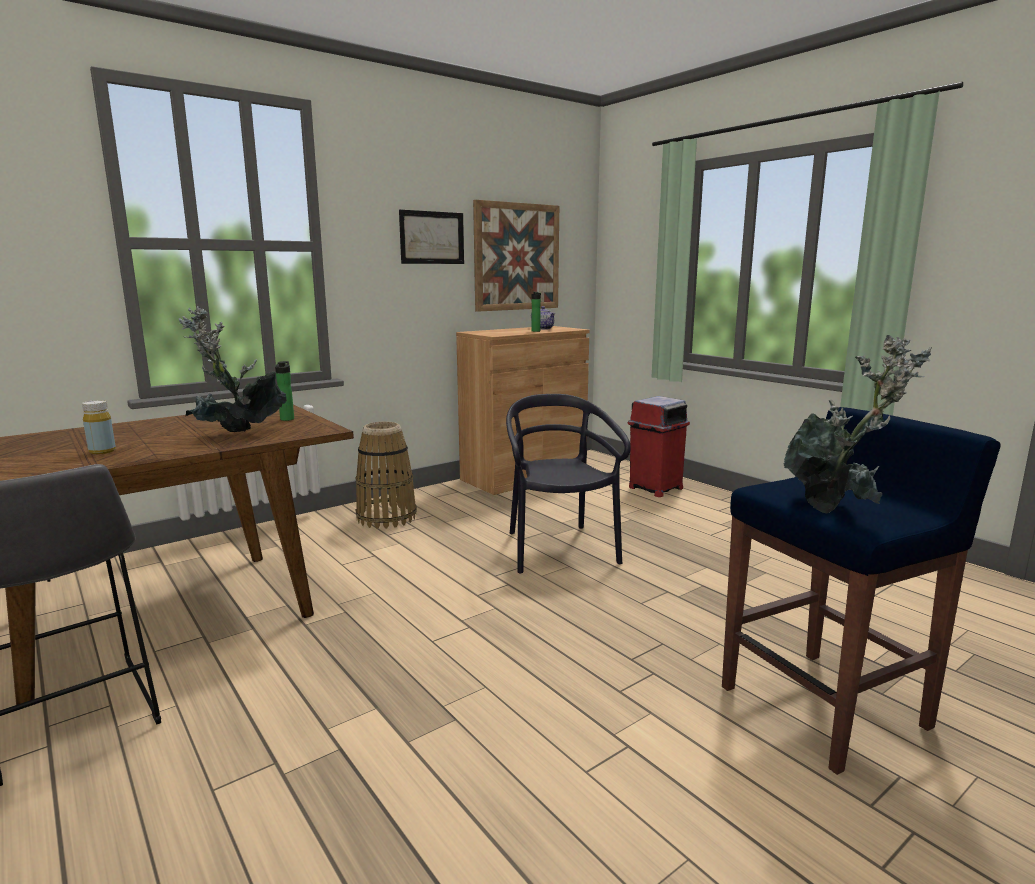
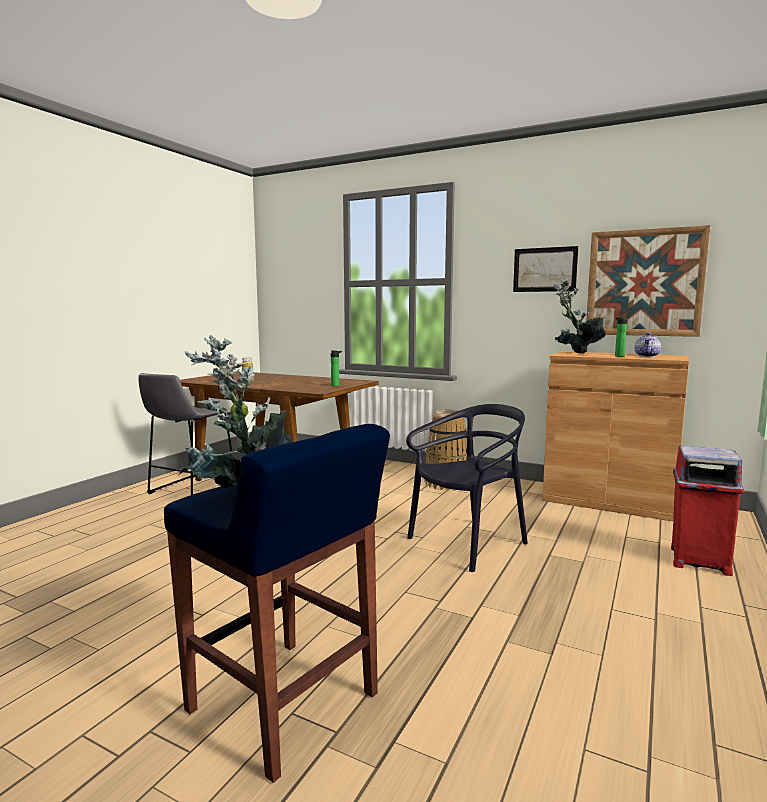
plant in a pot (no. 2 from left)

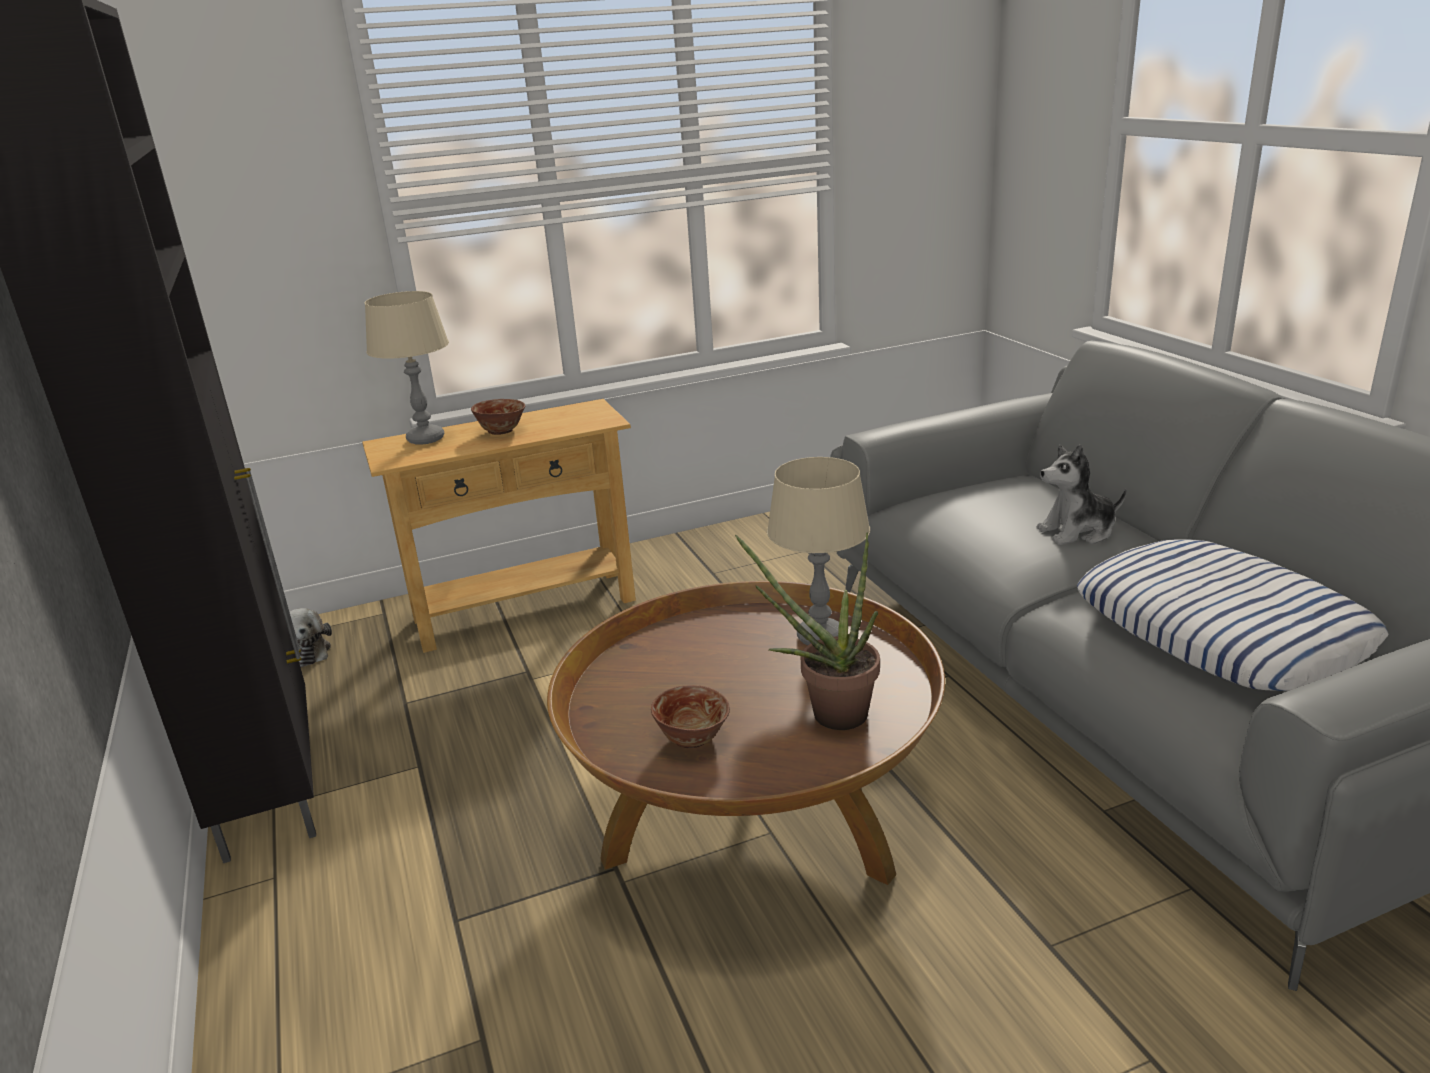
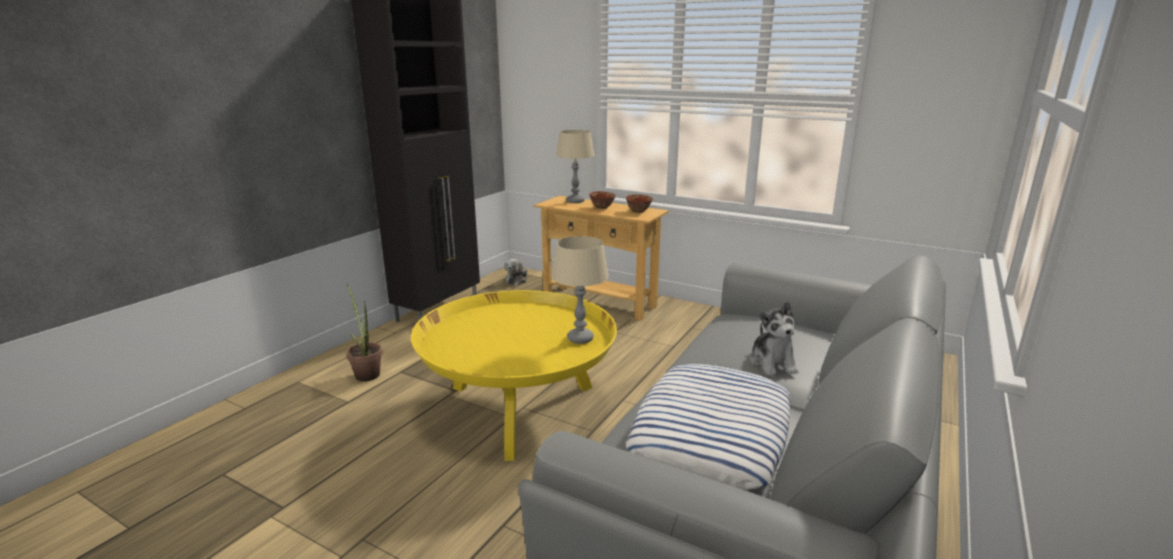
plant in a pot
yellow-coloured lounge table
serving bowl (no. 2 from left)
cuddly toy (no. 2 from left)

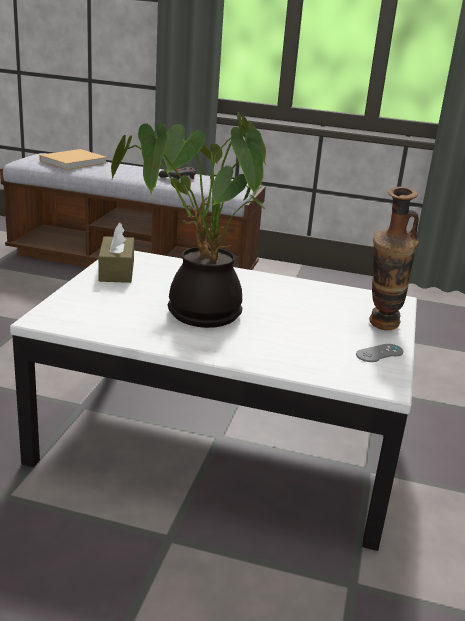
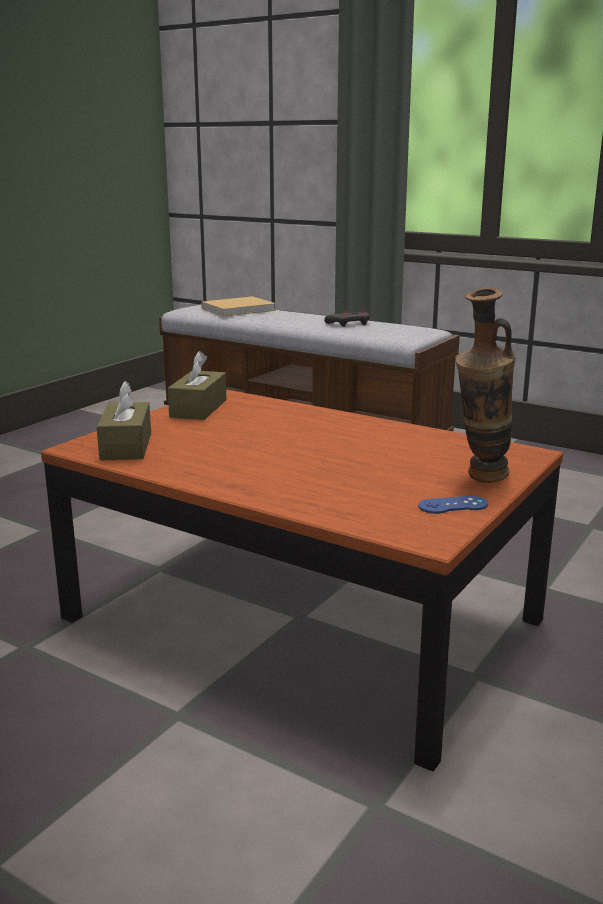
brownish lounge table
brownish tissue holder (no. 1 from left)
bluish game controller
plant in a pot

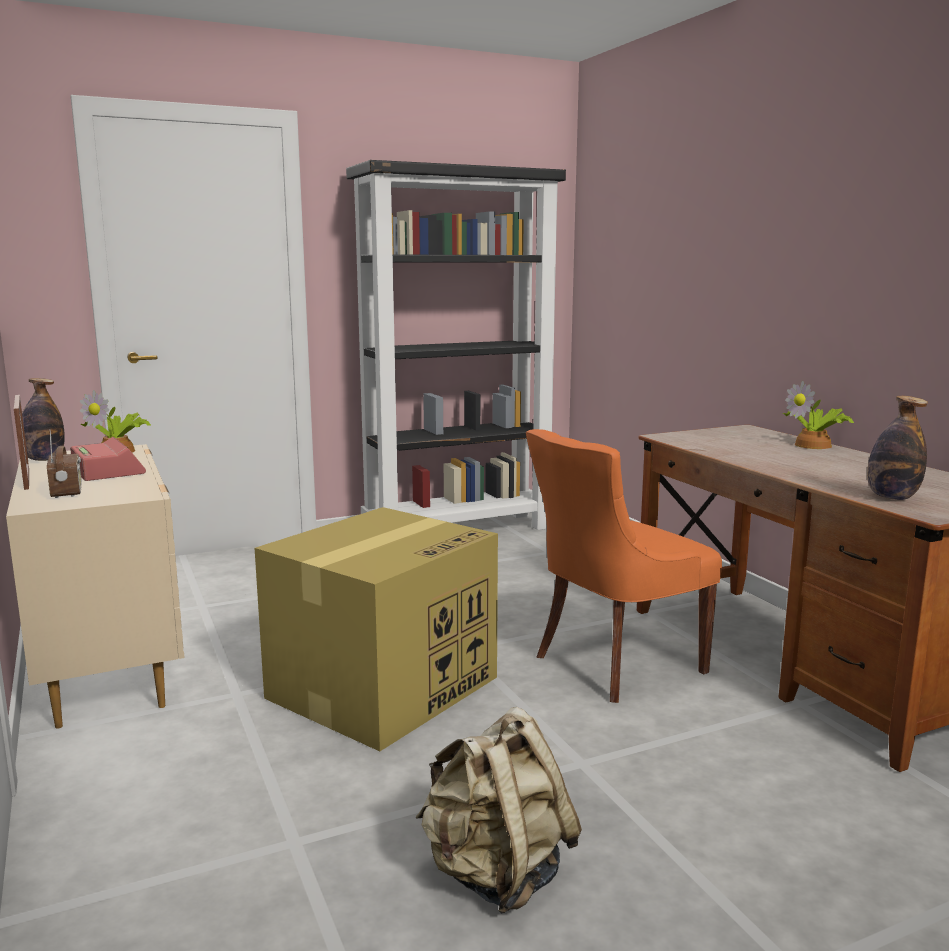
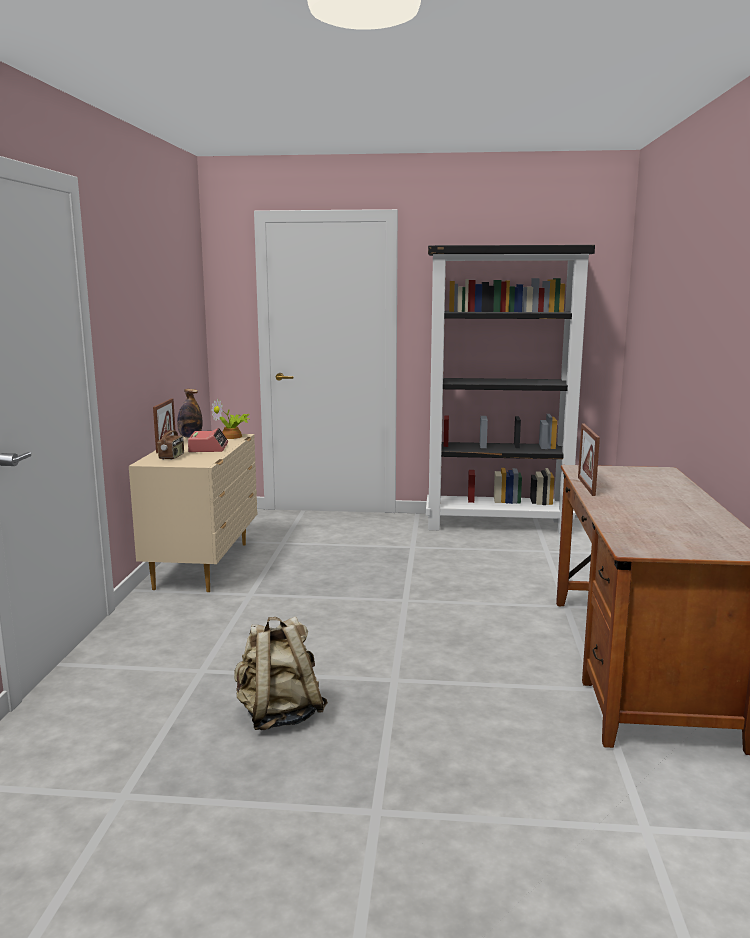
photo frame (no. 2 from left)
cardboard box
orangey chair
plant in a pot (no. 2 from left in the first image)
drink bottle (no. 2 from left in the first image)

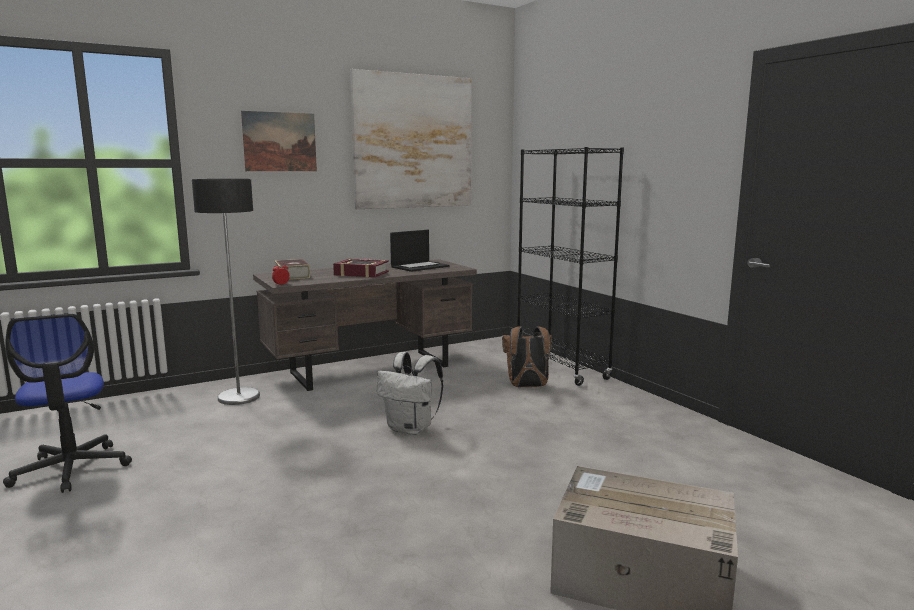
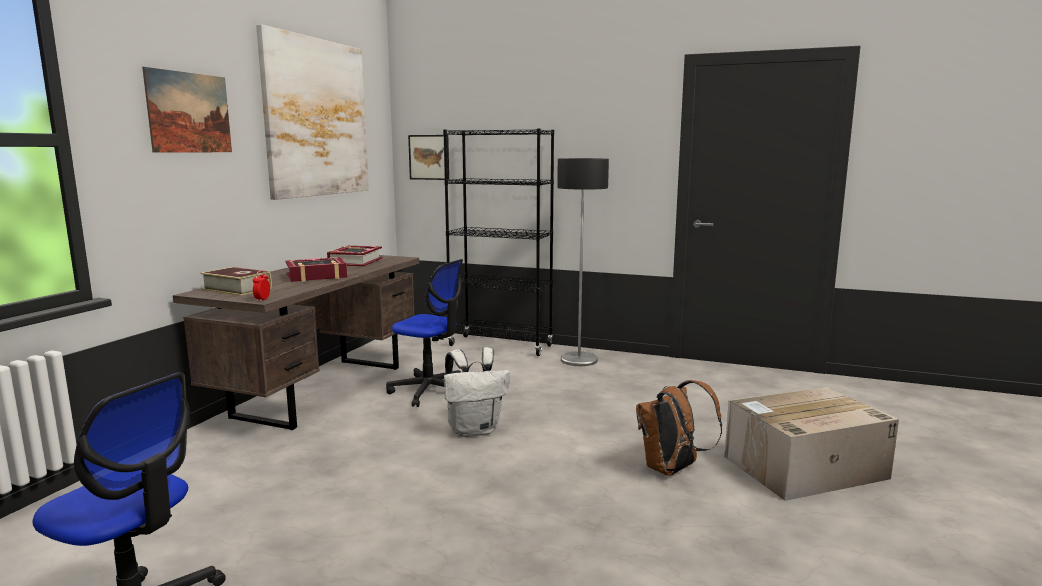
volume (no. 3 from left)
computer chair (no. 2 from left)
wall picture (no. 3 from left)
standing lamp
brownish backpack

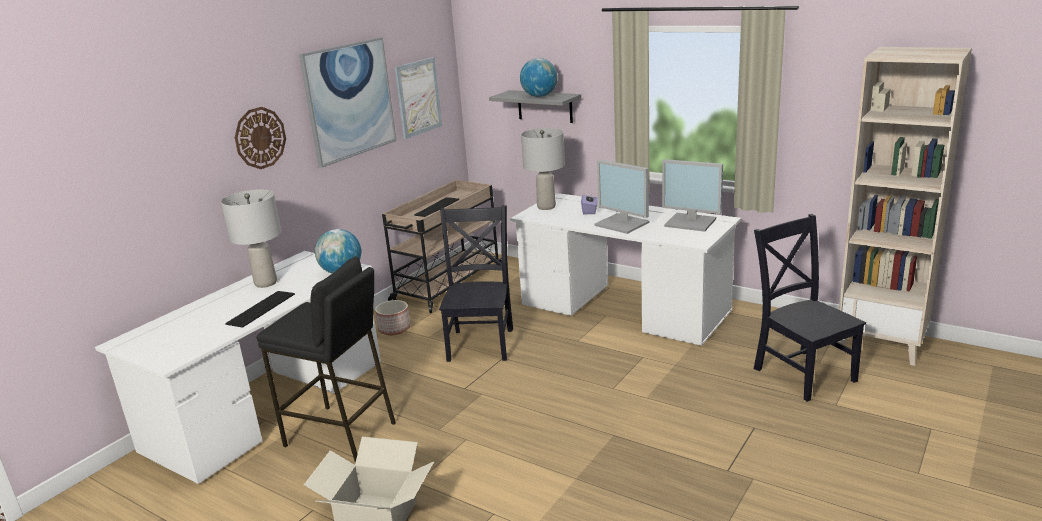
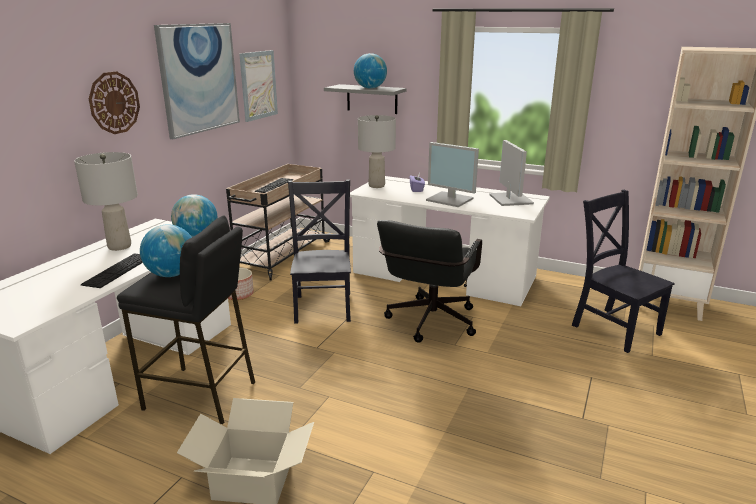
globe (no. 1 from left)
blackish computer chair
computer display (no. 2 from left)

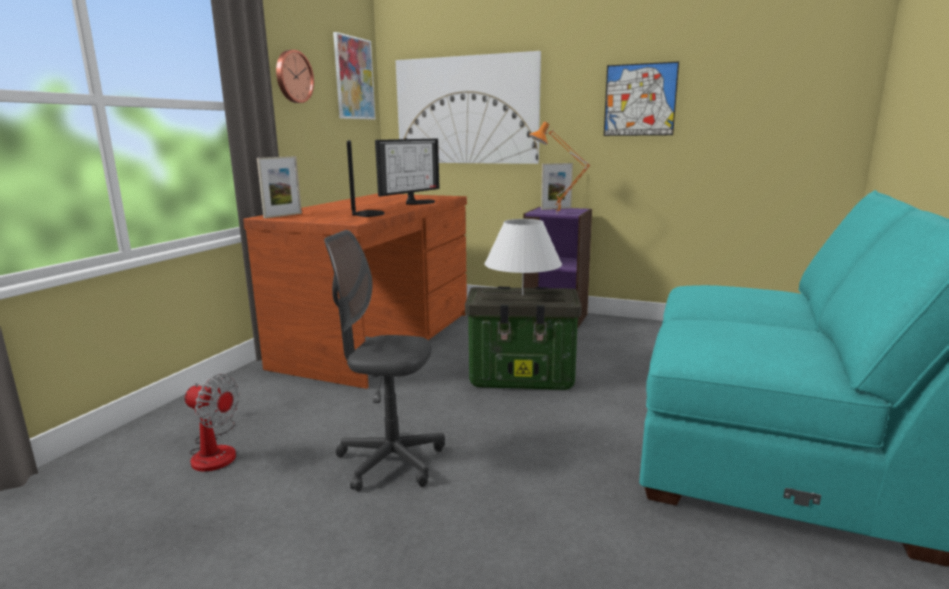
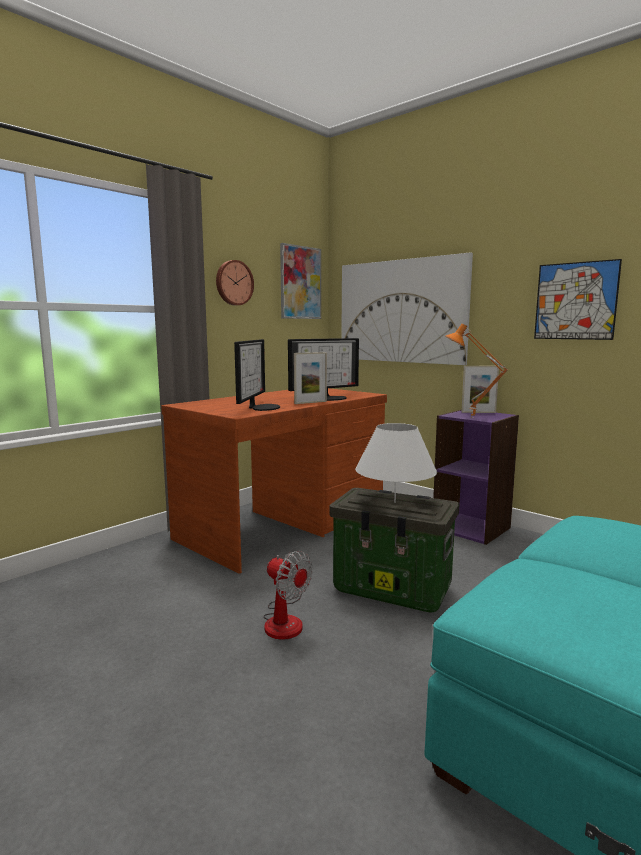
fan
photo frame (no. 1 from left)
grey computer chair

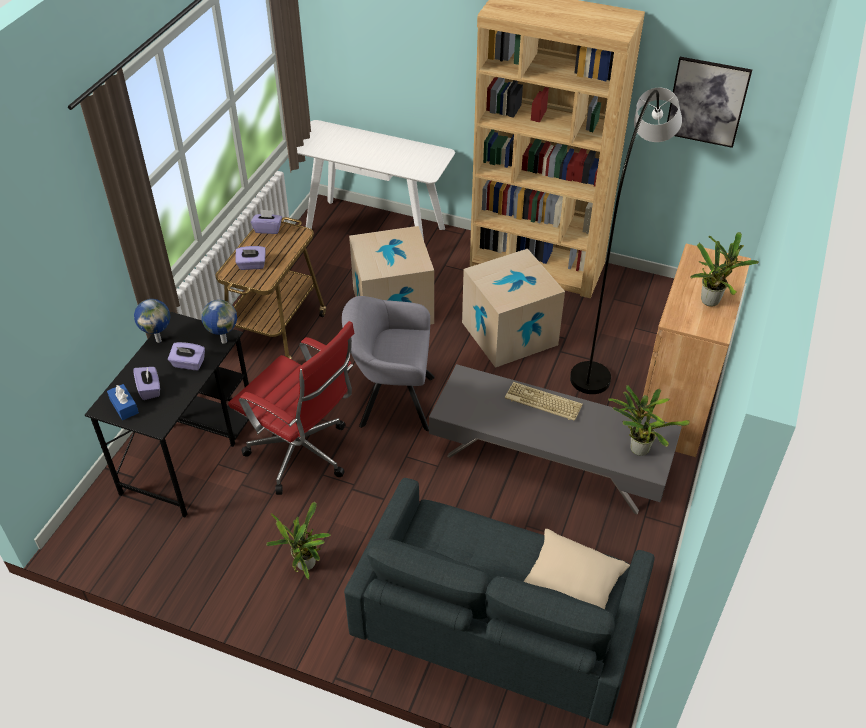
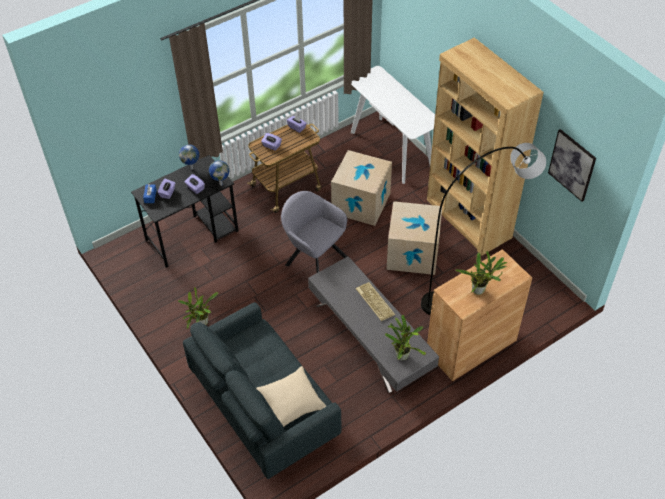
red computer chair

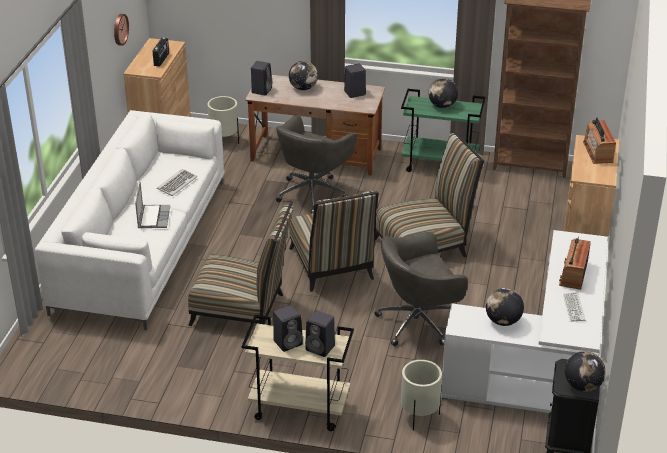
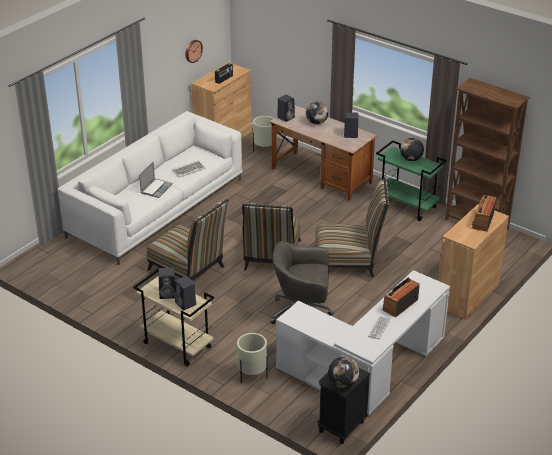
grey computer chair (no. 1 from left in the first image)
globe (no. 3 from left in the first image)

